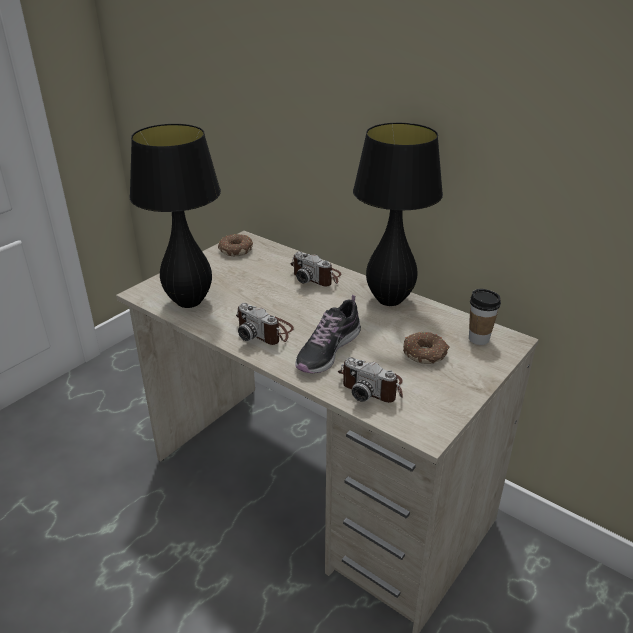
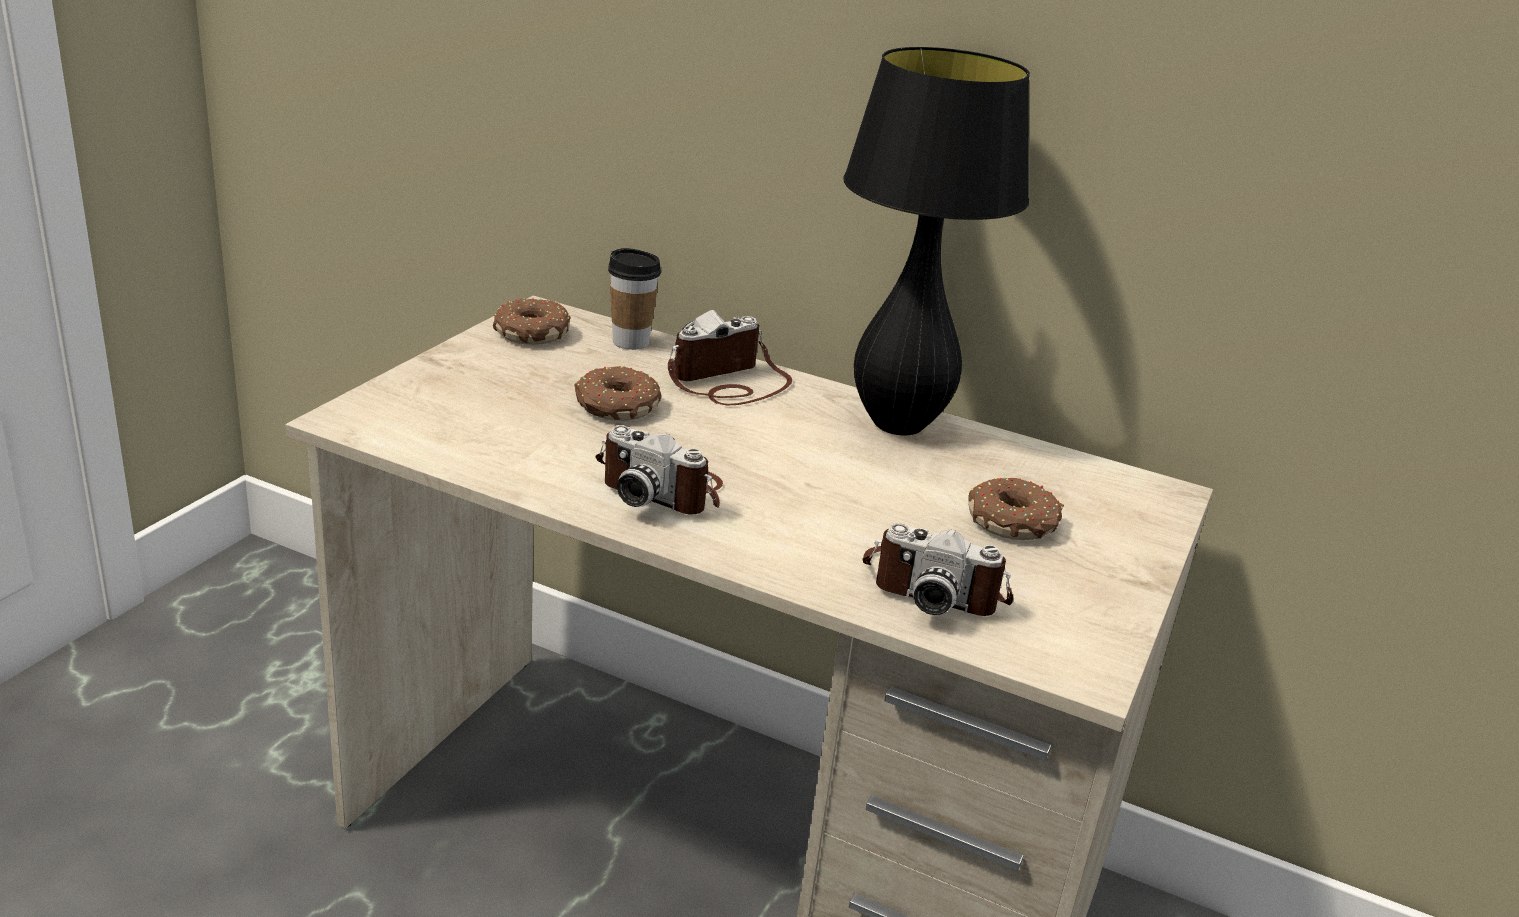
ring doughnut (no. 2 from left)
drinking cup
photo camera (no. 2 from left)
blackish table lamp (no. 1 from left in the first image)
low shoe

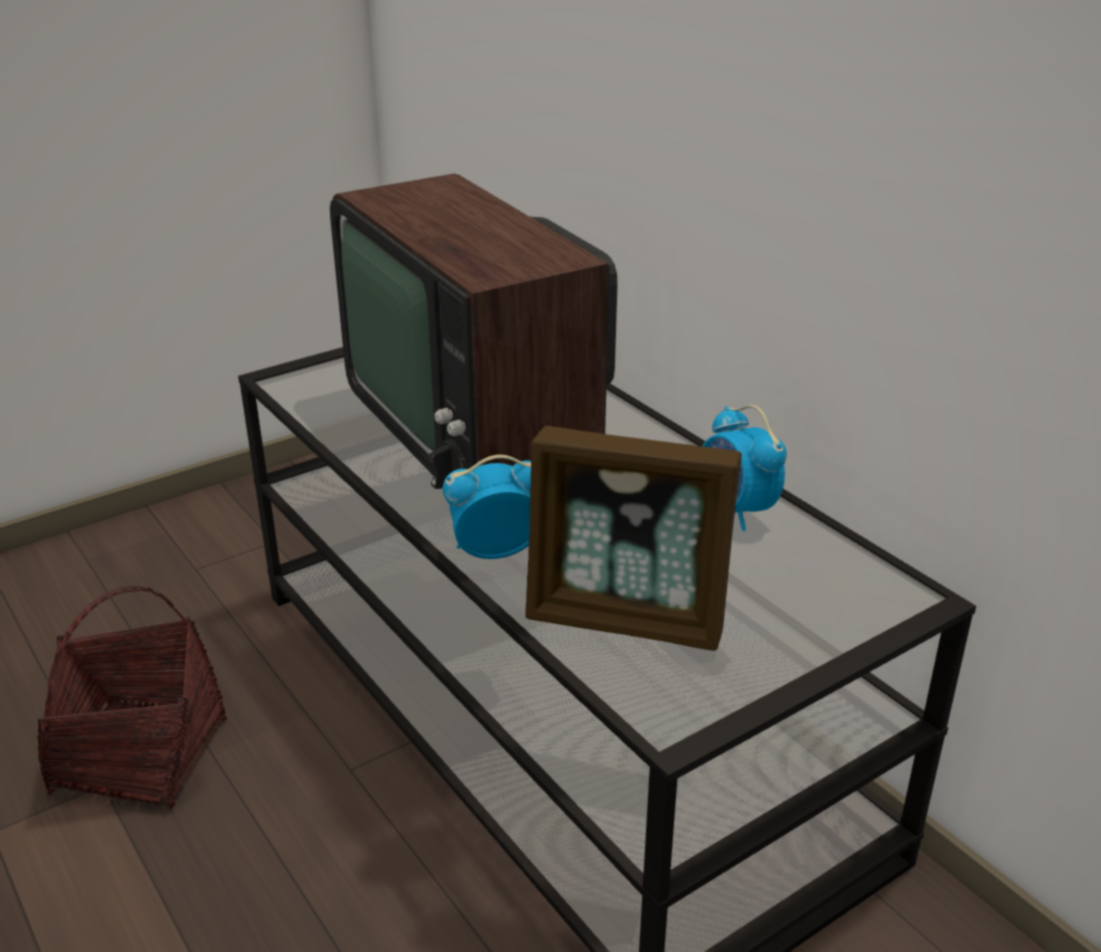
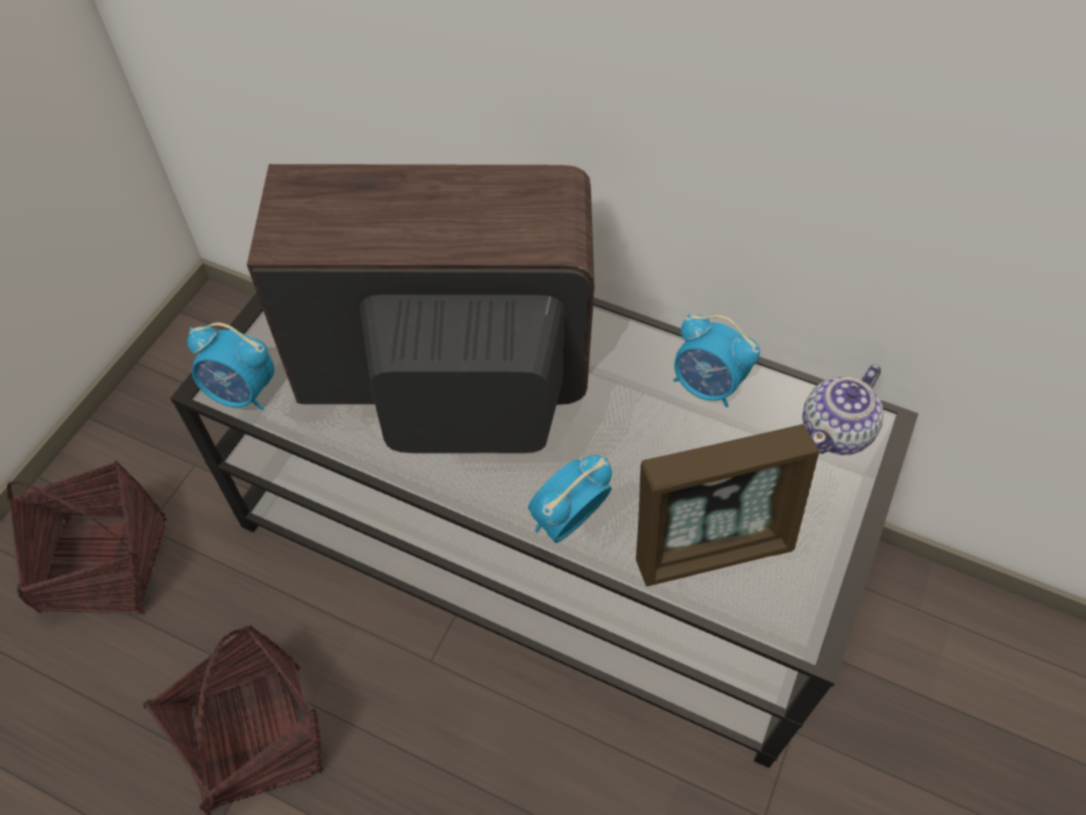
household basket (no. 1 from left)
bedside clock (no. 1 from left)
TV
teapot

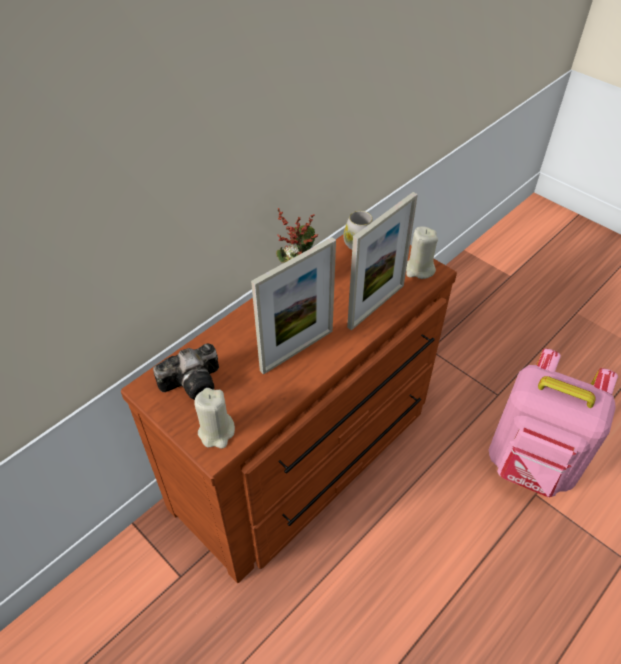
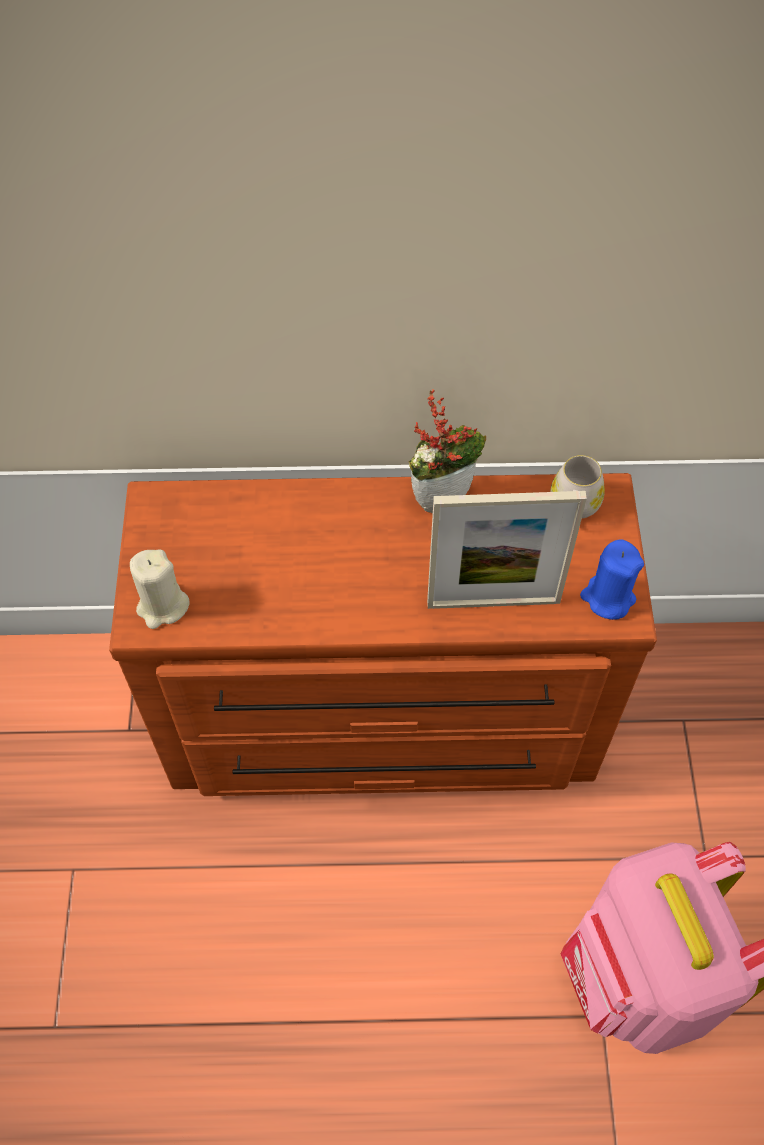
bluish wax light
photo camera
photo frame (no. 1 from left in the first image)

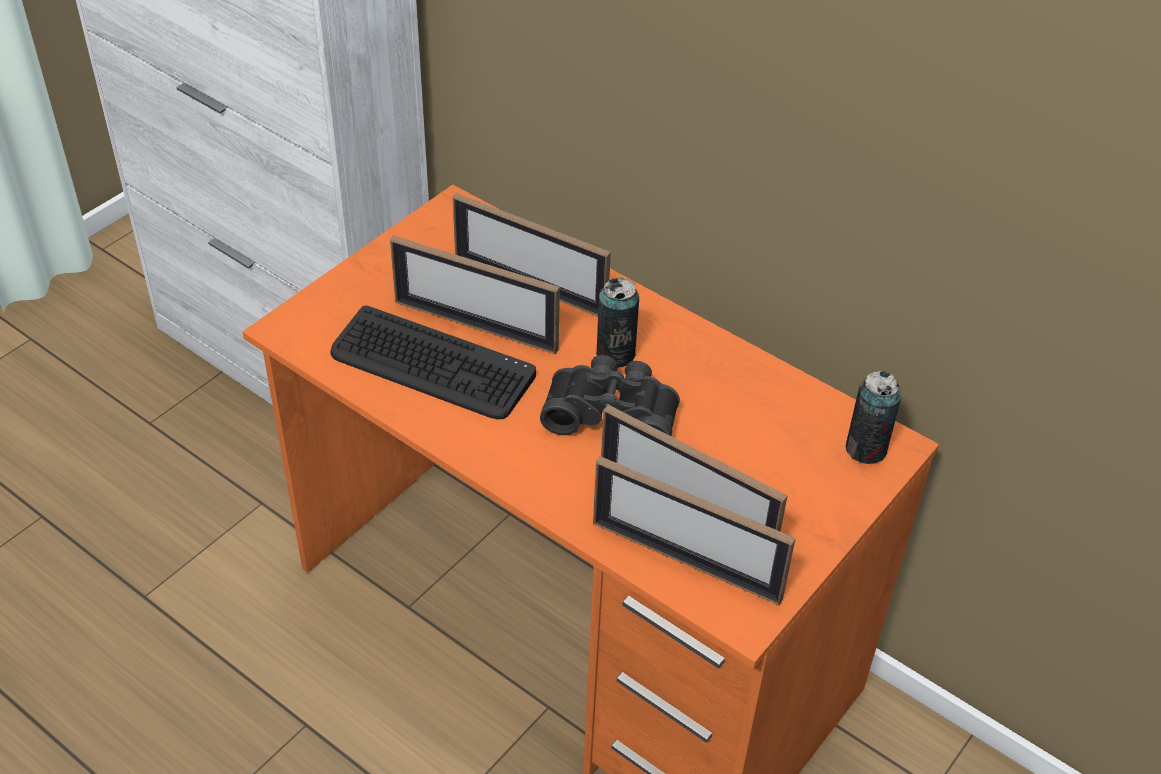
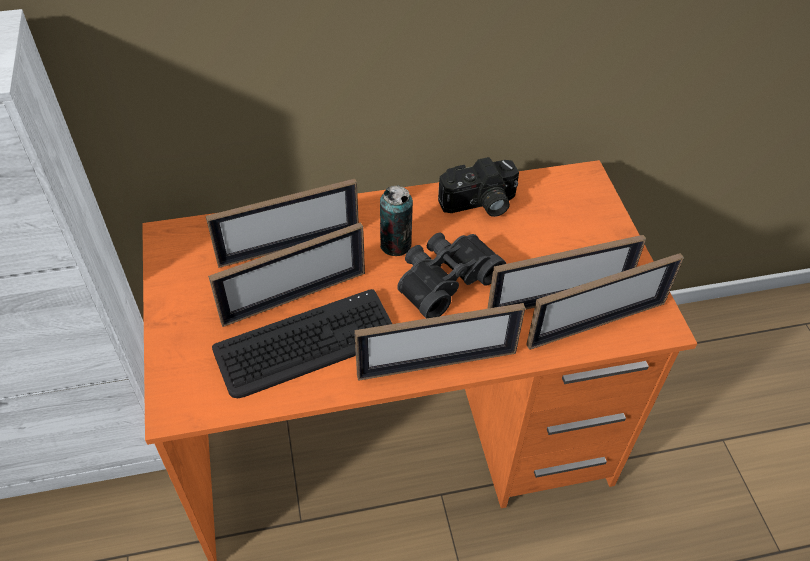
photo frame (no. 3 from left)
photo camera
metal can (no. 2 from left in the first image)

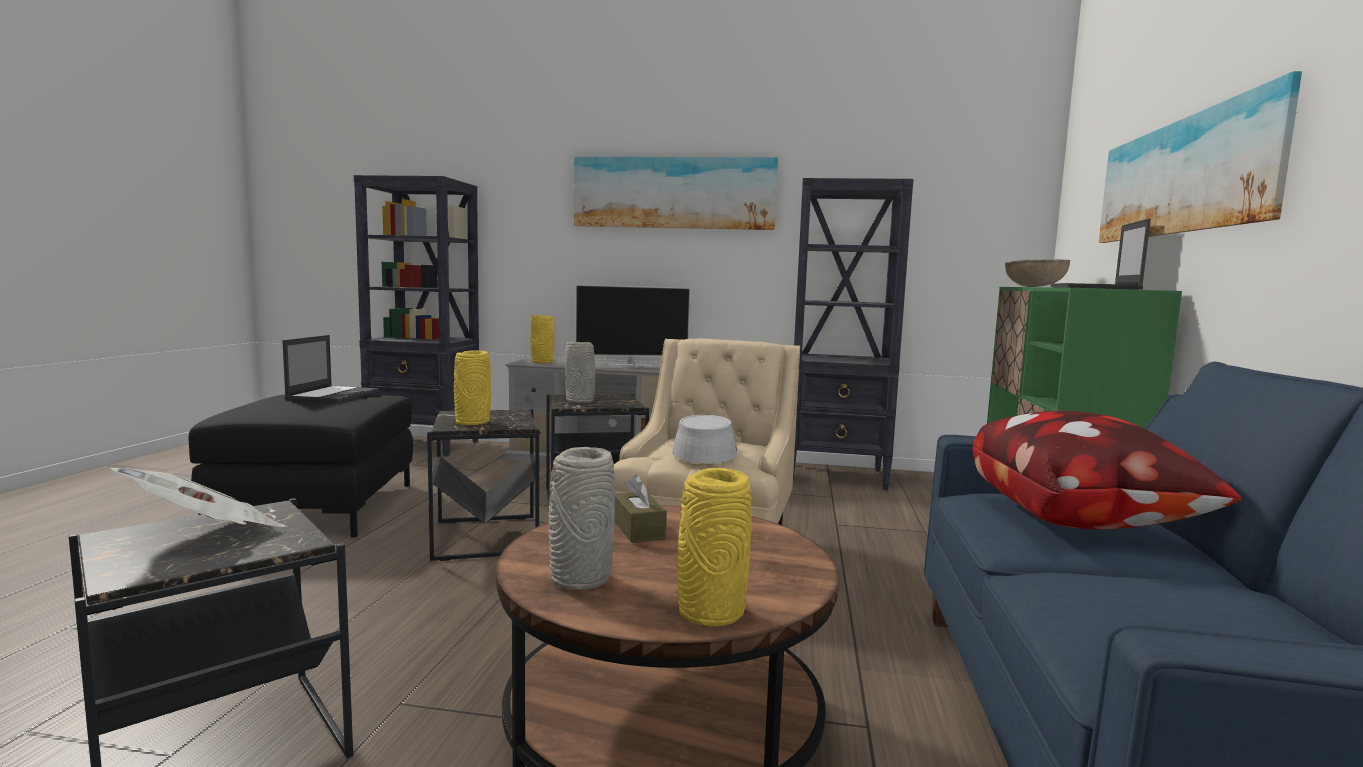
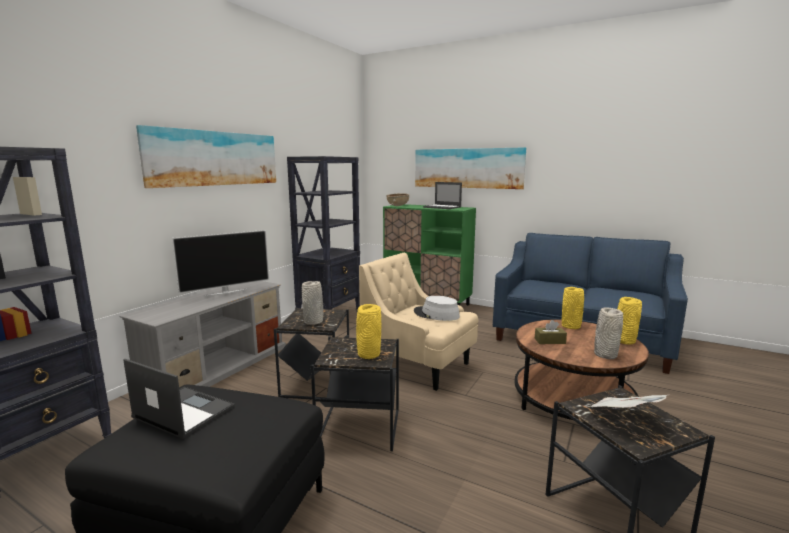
TV
yellow-coloured flower vase (no. 2 from left)
pillow

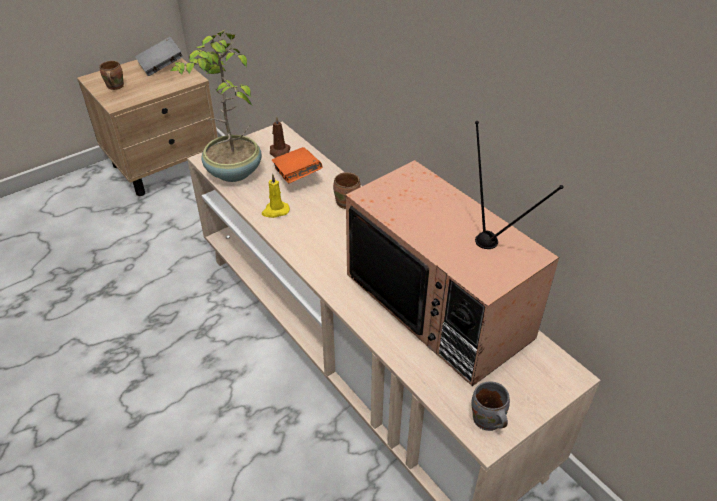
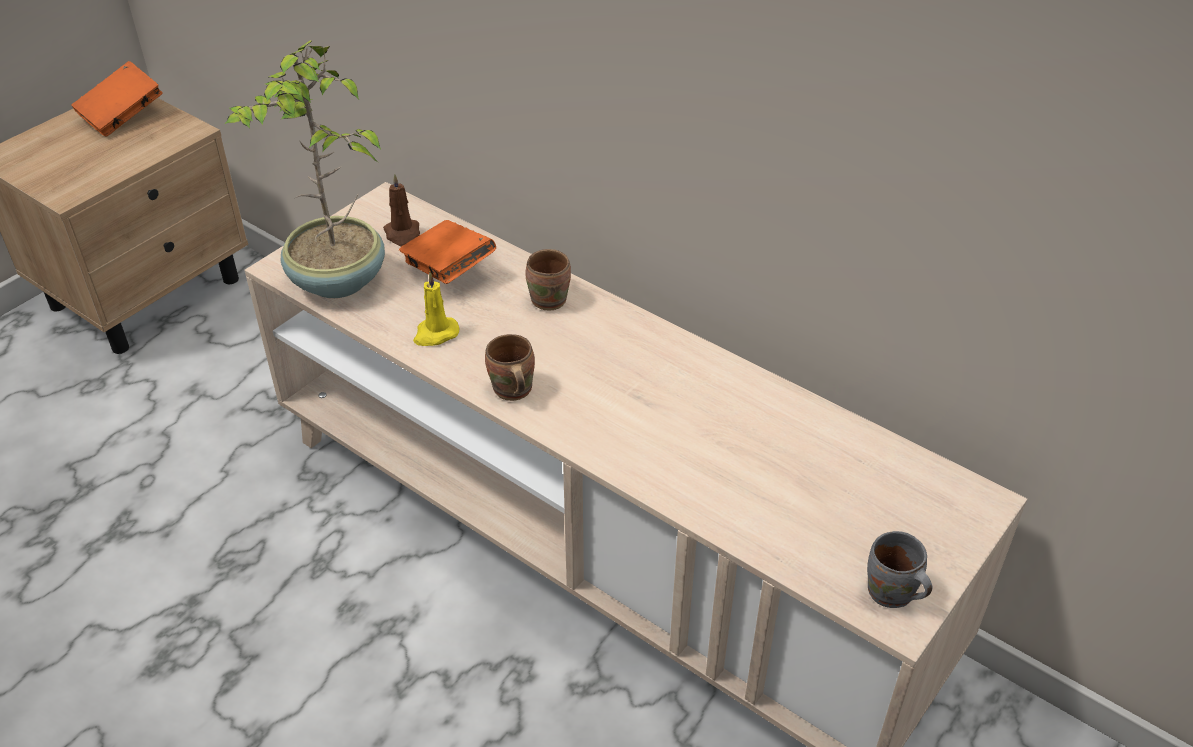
orangey volume (no. 1 from left)
brownish coffee mug (no. 1 from left)
TV

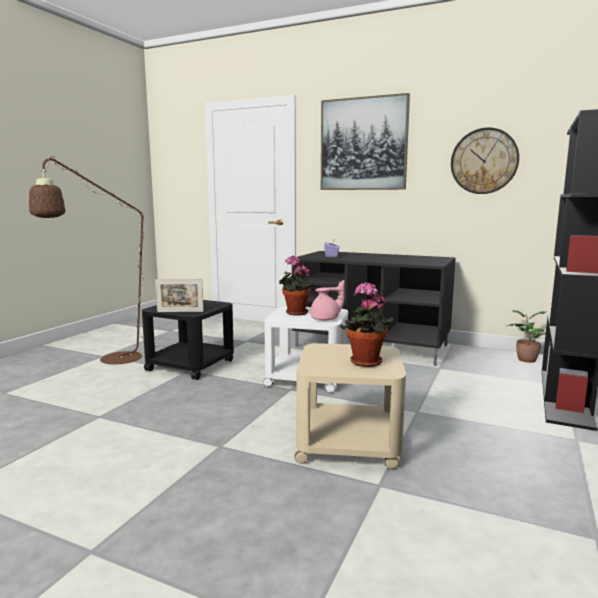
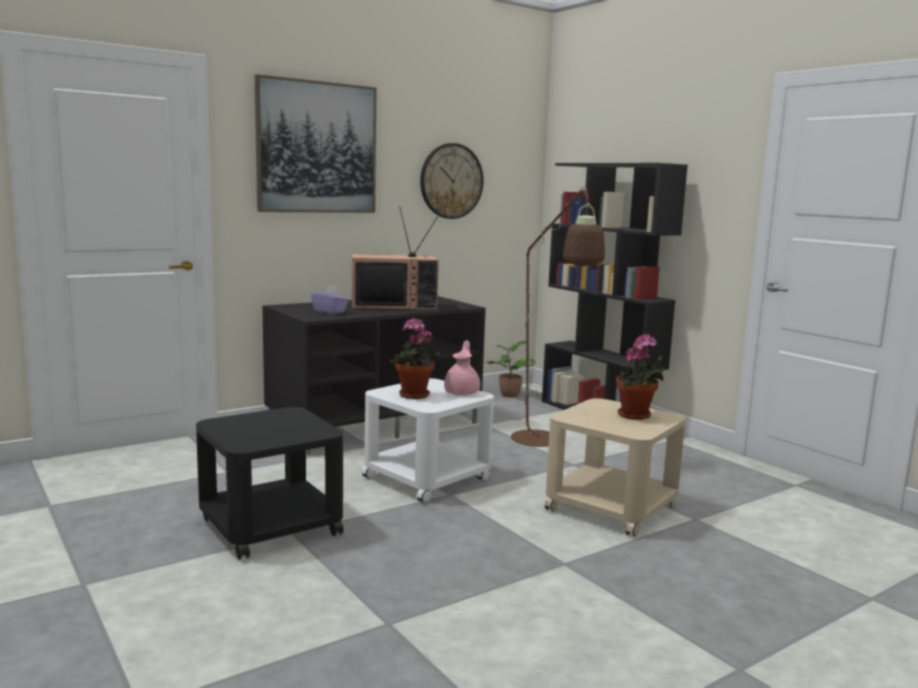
TV
brownish standing lamp
photo frame

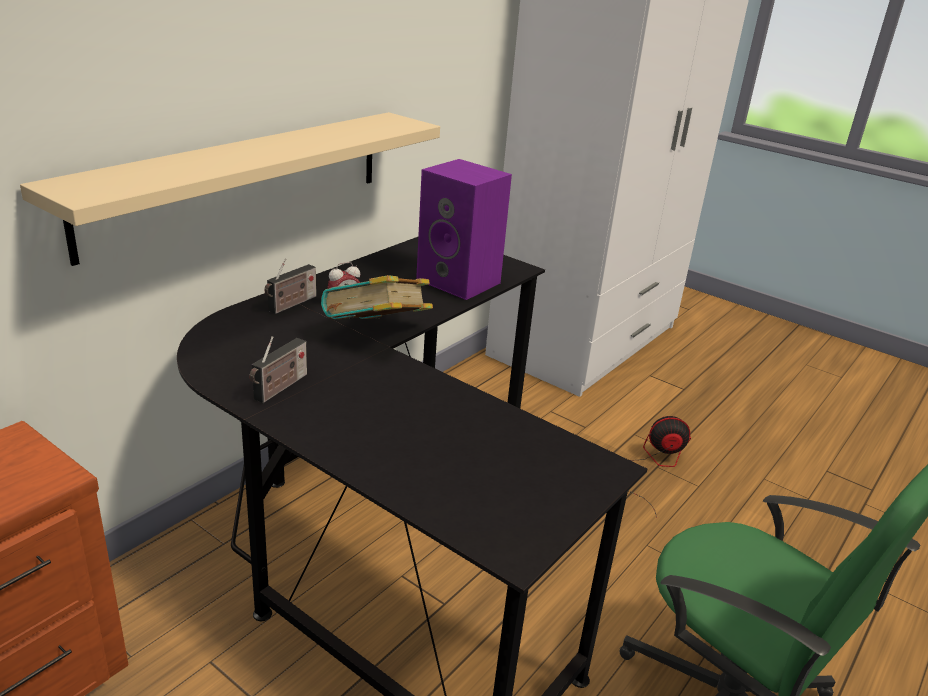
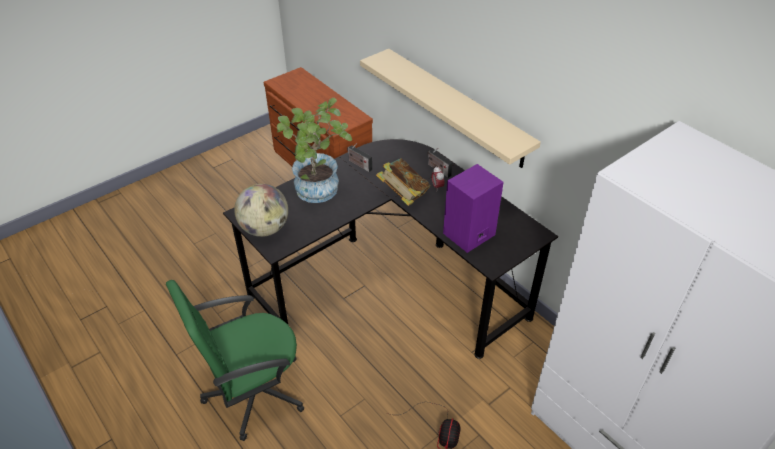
globe
plant in a pot

